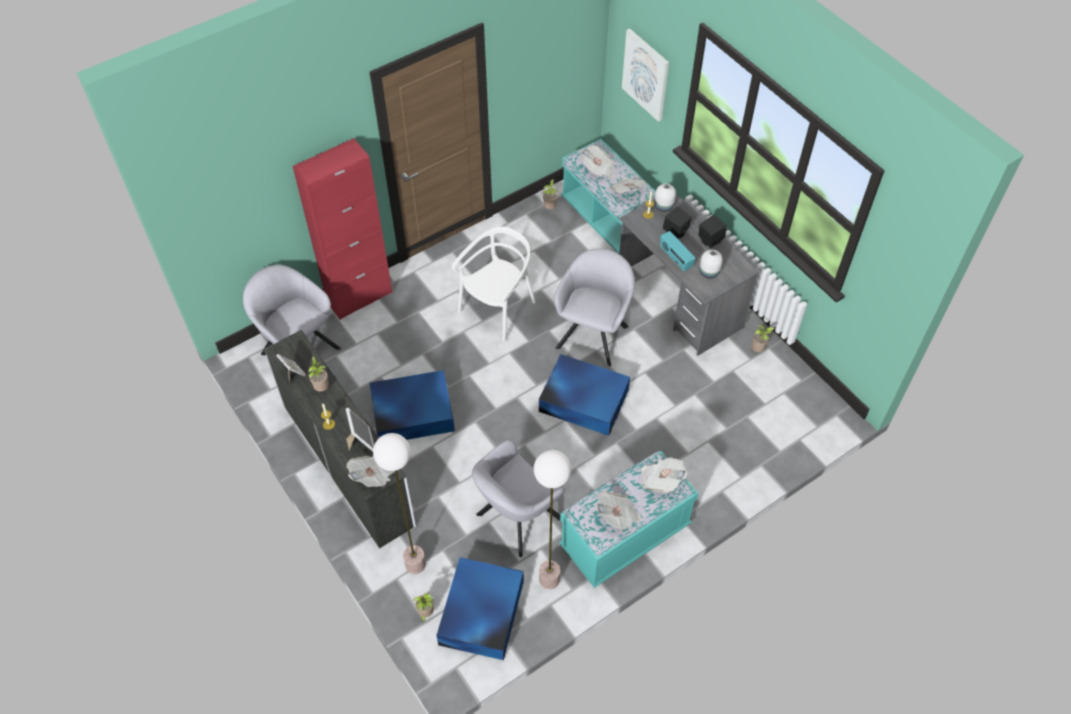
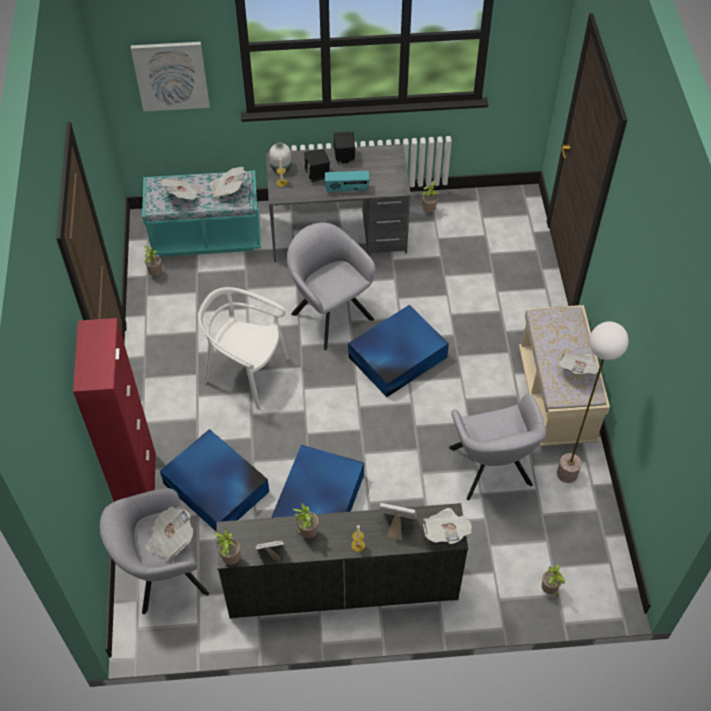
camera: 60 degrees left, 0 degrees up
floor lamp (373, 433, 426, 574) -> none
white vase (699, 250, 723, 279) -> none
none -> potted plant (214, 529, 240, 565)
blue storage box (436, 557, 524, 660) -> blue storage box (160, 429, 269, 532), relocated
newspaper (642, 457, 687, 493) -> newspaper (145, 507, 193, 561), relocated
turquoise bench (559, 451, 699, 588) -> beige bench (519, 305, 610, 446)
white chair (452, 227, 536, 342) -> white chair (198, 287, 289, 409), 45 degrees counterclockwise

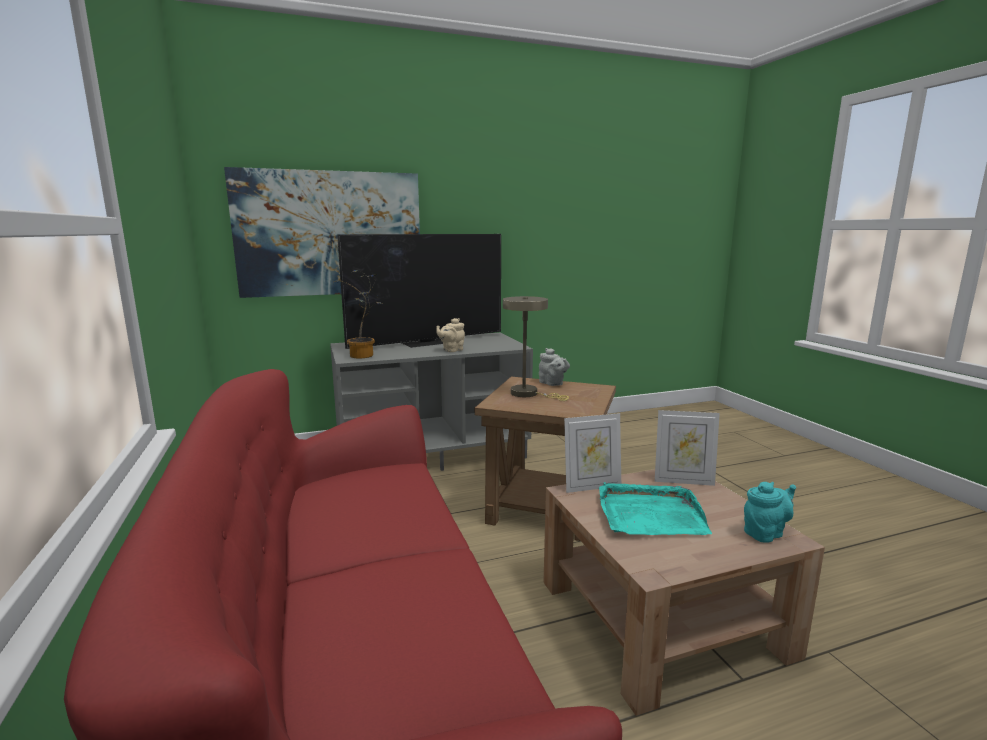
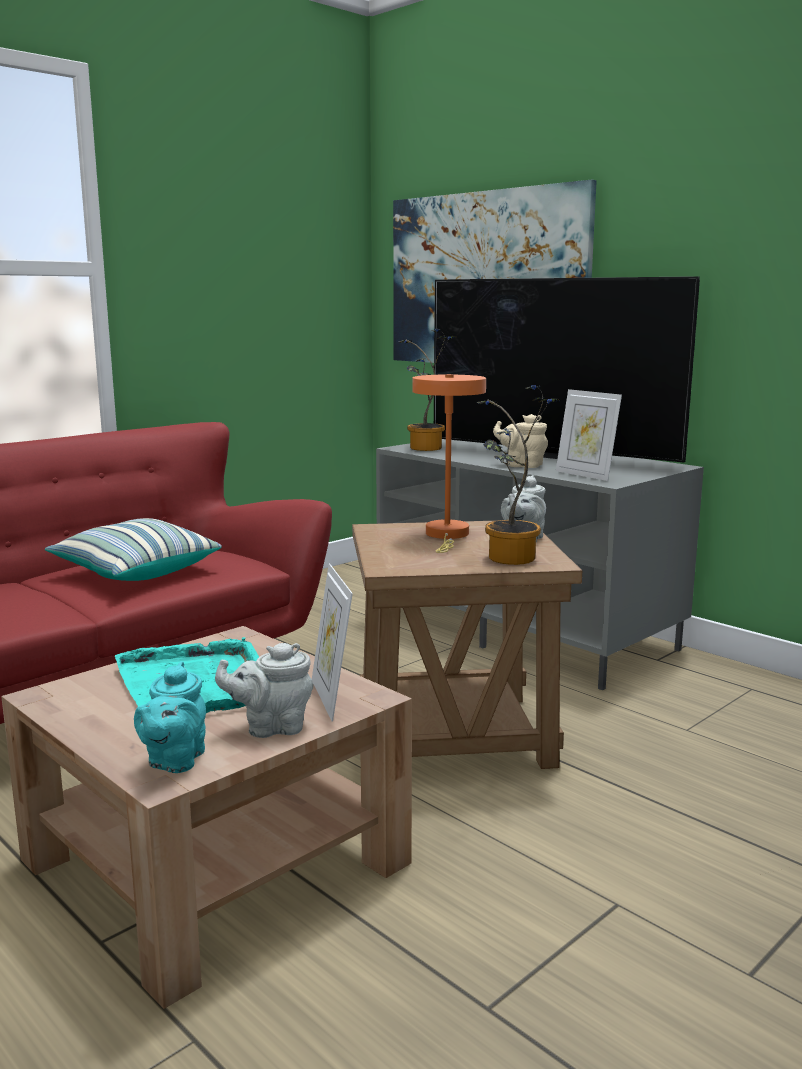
camera: 65 degrees right, 0 degrees up
none -> pillow (45, 518, 222, 581)
none -> grey teapot (215, 643, 314, 738)
none -> potted plant (476, 385, 561, 565)
picture frame (564, 413, 621, 493) -> picture frame (556, 389, 622, 481), relocated
beige table lamp (503, 296, 569, 401) -> orange table lamp (412, 374, 486, 553)
turquoise teapot (744, 482, 796, 543) -> turquoise teapot (134, 661, 206, 773), 60 degrees clockwise

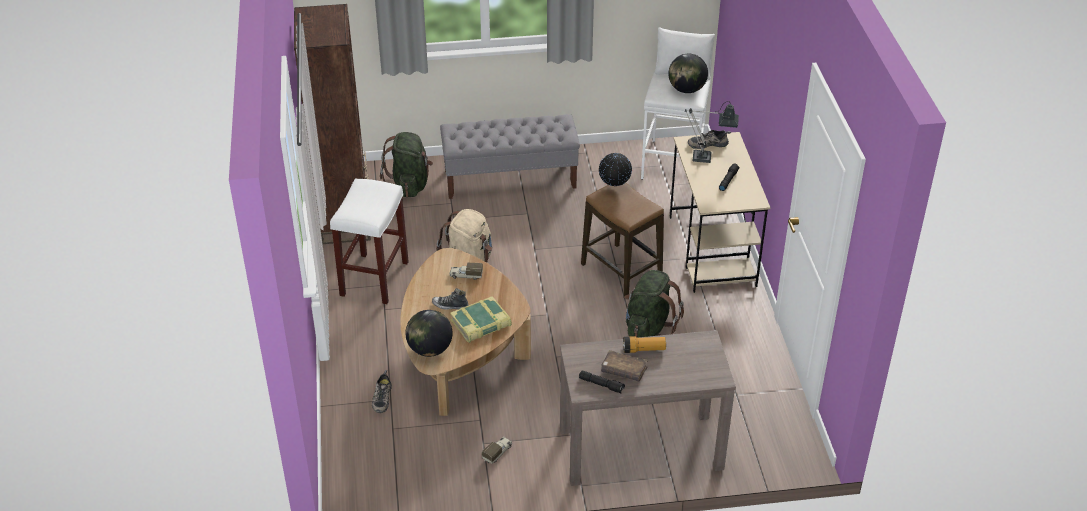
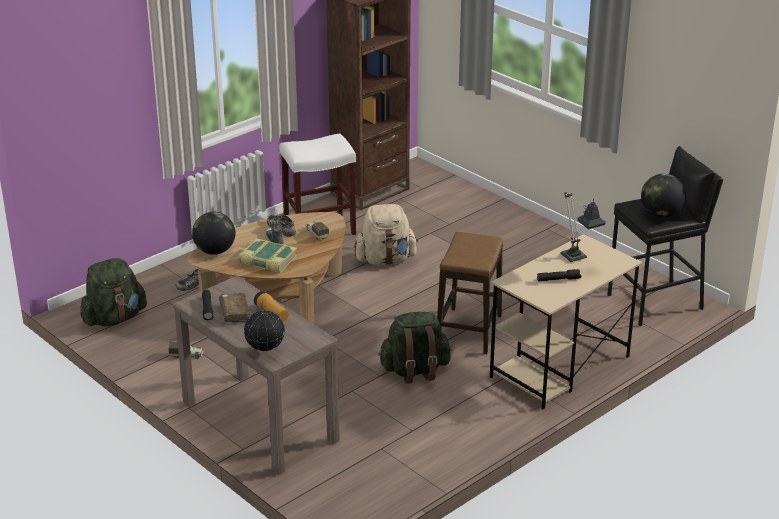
camera: 55 degrees right, 10 degrees down
grey bench (440, 114, 580, 199) -> none
green backpack (380, 132, 433, 198) -> green backpack (80, 258, 147, 326), relocated
globe (598, 153, 632, 186) -> globe (244, 309, 285, 352), relocated
shoe (688, 130, 731, 149) -> shoe (267, 214, 296, 237), relocated
white stool (641, 27, 715, 179) -> black stool (608, 146, 723, 326)

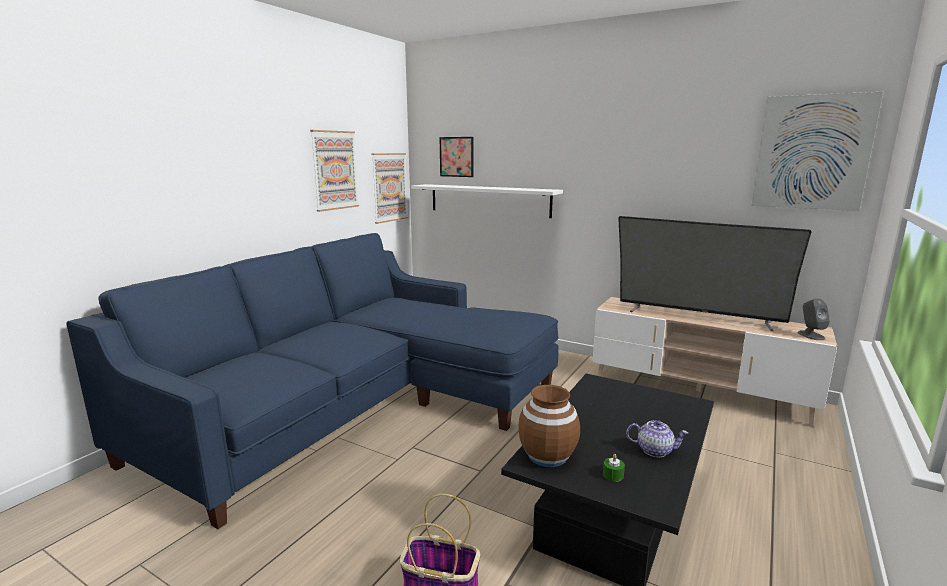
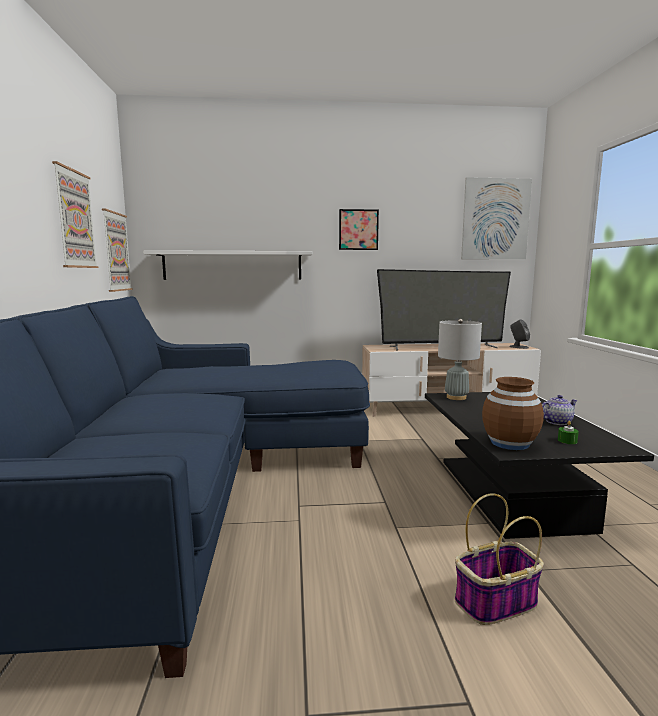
camera: 35 degrees left, 5 degrees down
none -> grey table lamp (438, 319, 482, 400)
picture (440, 137, 474, 177) -> picture (339, 209, 379, 250), relocated

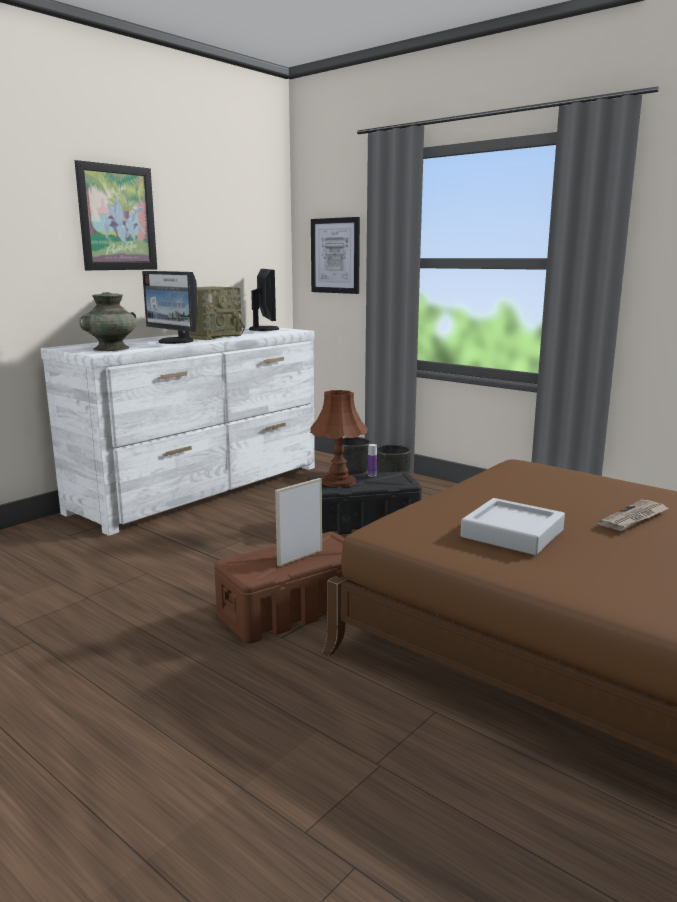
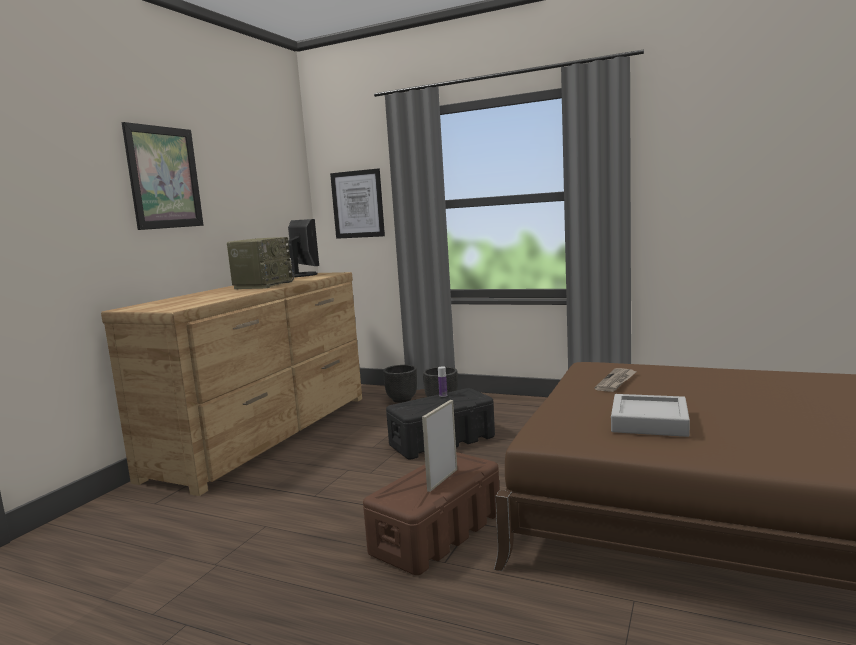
camera: 15 degrees left, 5 degrees down
turquoise vase (79, 292, 137, 351) -> none
monitor (142, 271, 198, 344) -> none
brown table lamp (310, 390, 368, 487) -> none
newspaper (598, 499, 669, 531) -> newspaper (595, 368, 637, 392), relocated
white dresser (40, 327, 315, 536) -> brown dresser (101, 272, 362, 496)

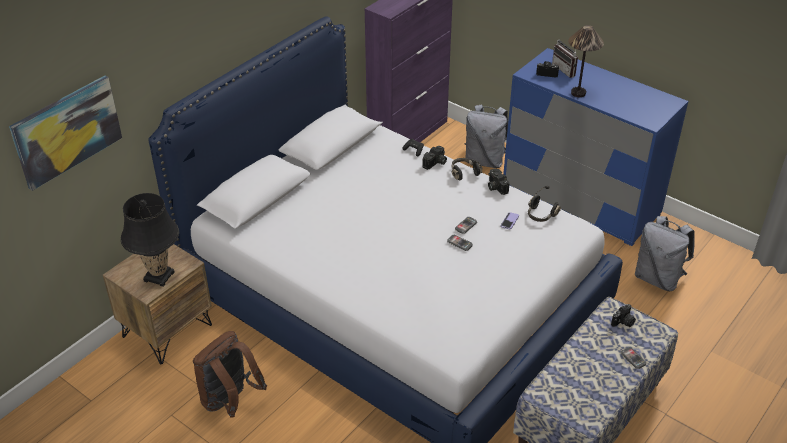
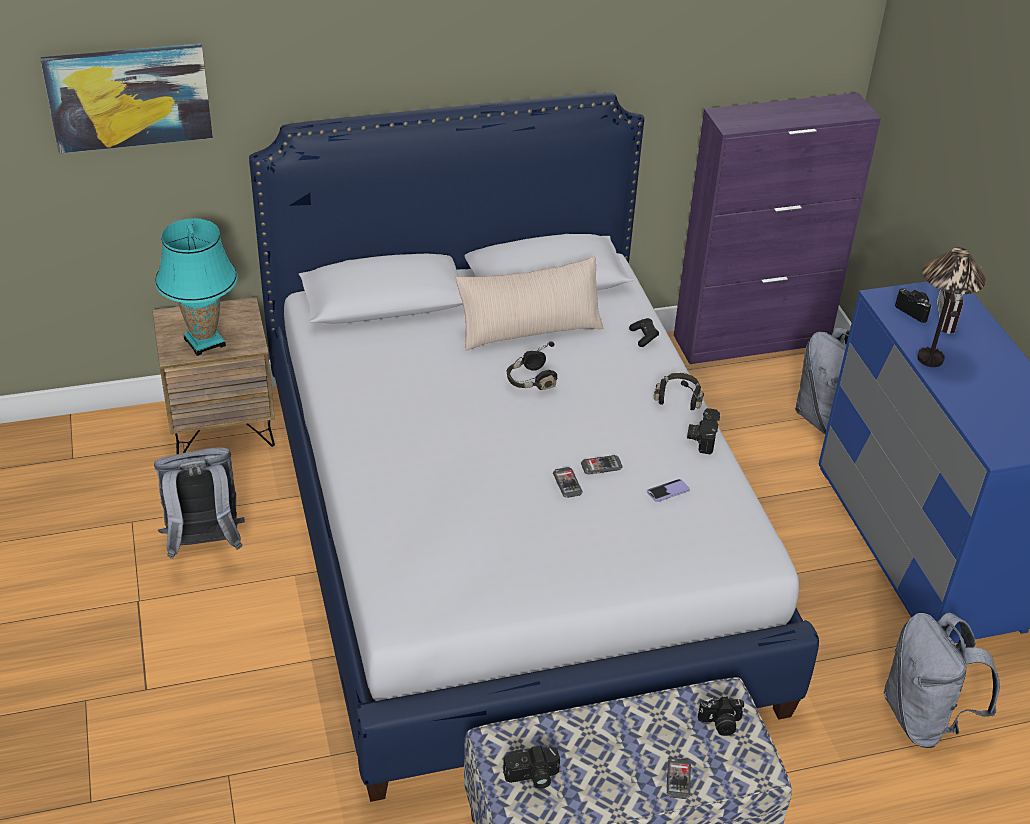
camera: 35 degrees right, 0 degrees up
none -> beige pillow (456, 257, 603, 351)
photo camera (422, 146, 447, 170) -> photo camera (503, 746, 560, 789), relocated
black headphones (528, 186, 561, 222) -> black headphones (506, 342, 557, 390), relocated
black table lamp (121, 193, 179, 287) -> turquoise table lamp (155, 218, 238, 356)
brown backpack (193, 331, 267, 417) -> grey backpack (154, 447, 245, 559)

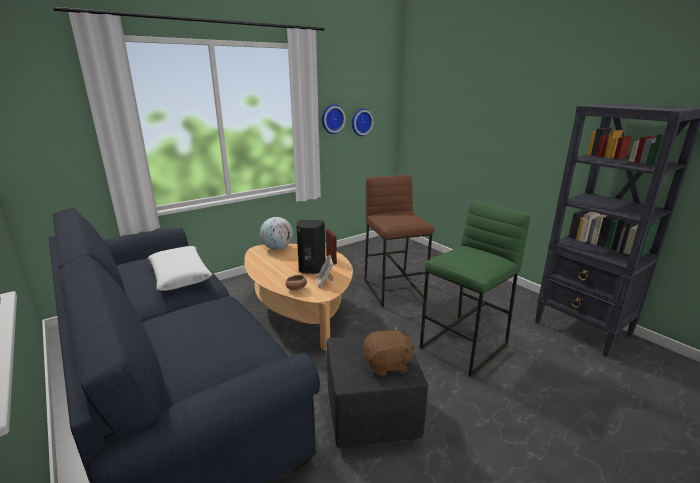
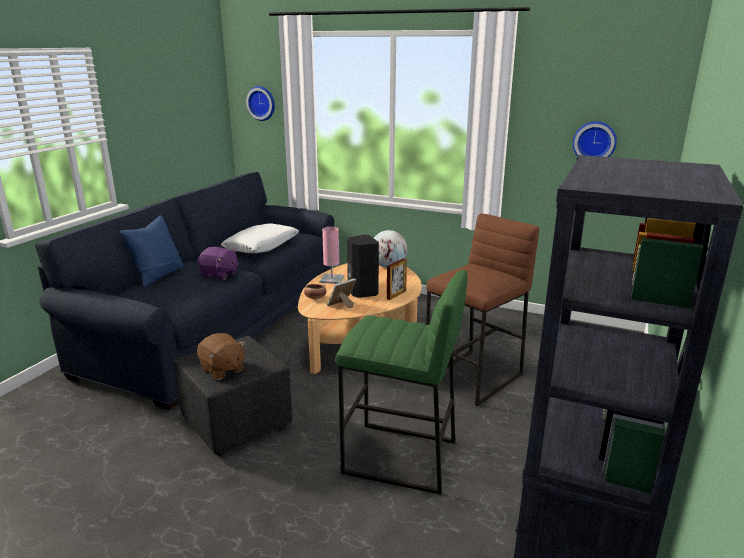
camera: 60 degrees right, 0 degrees up
none -> blue pillow (120, 215, 184, 287)
none -> purple plush toy (198, 247, 238, 280)
none -> pink table lamp (319, 227, 344, 284)
wall clock (322, 104, 346, 134) -> wall clock (246, 86, 275, 121), relocated

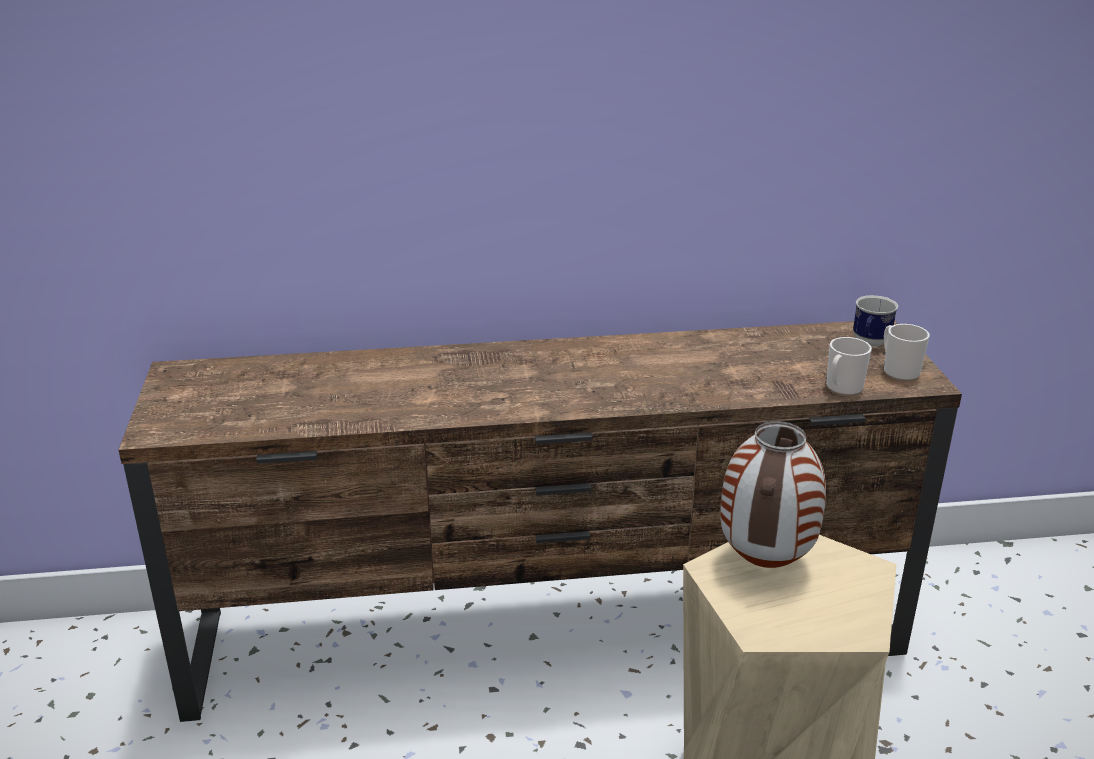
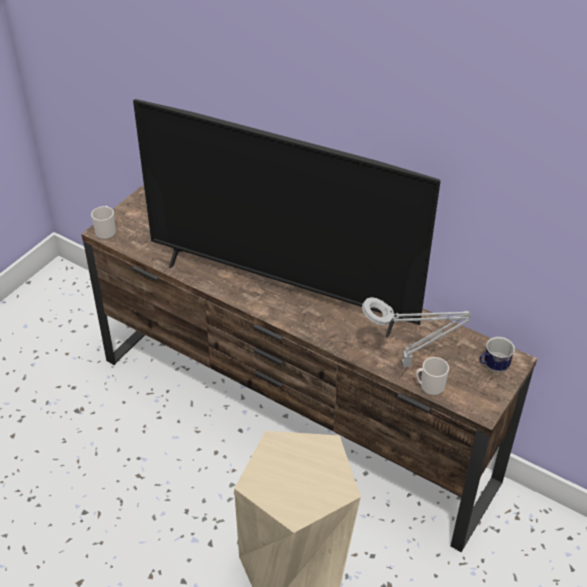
camera: 40 degrees right, 15 degrees up
vase (720, 421, 826, 568) -> none
none -> television (133, 99, 440, 338)
none -> grey table lamp (362, 297, 472, 367)
mug (884, 324, 930, 381) -> mug (91, 206, 116, 240), relocated

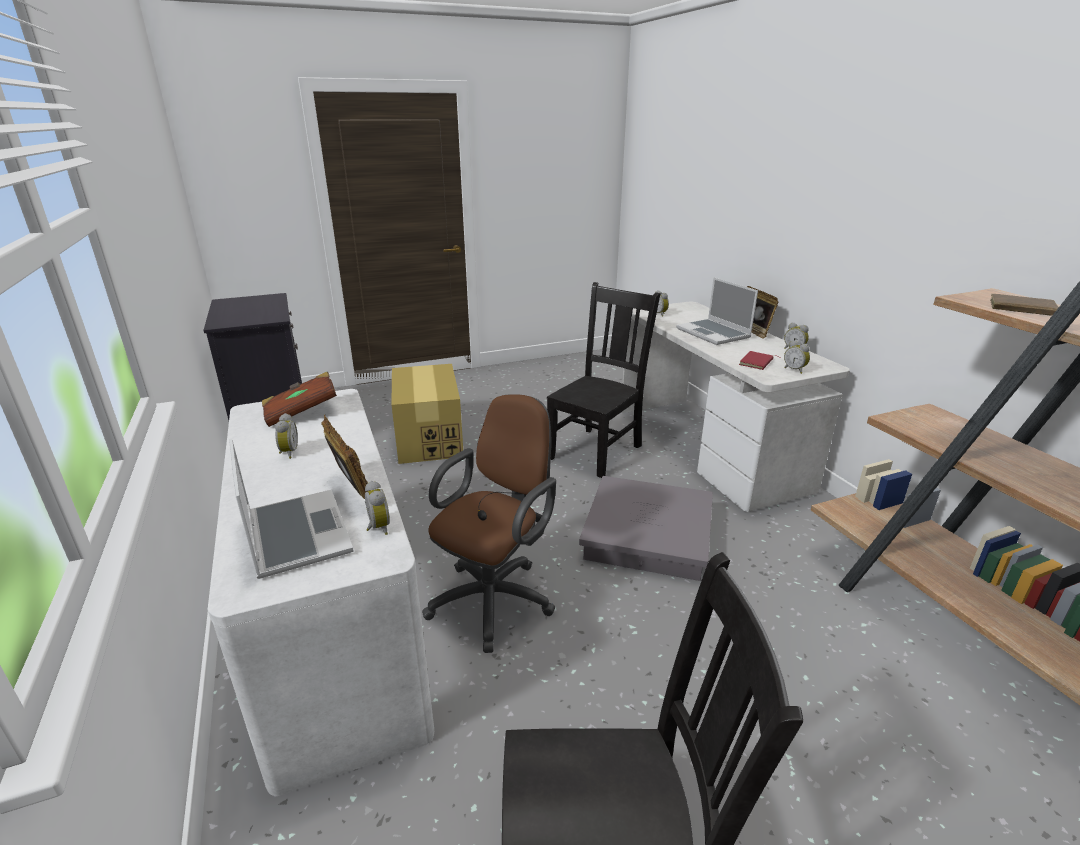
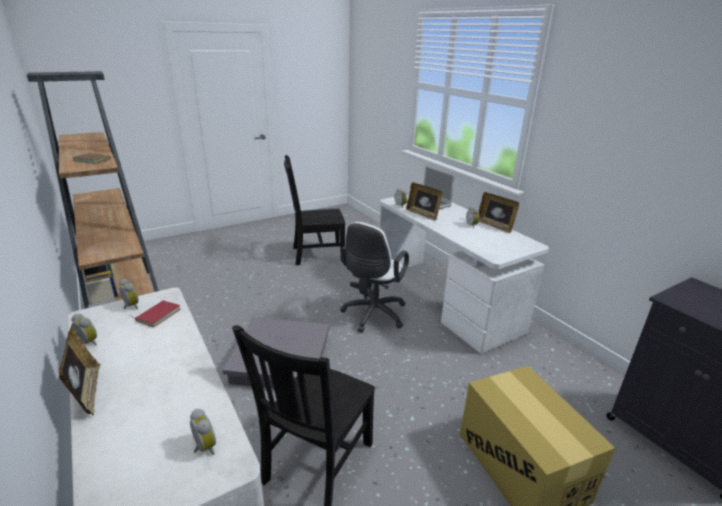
camera: 170 degrees right, 0 degrees up
brown book (262, 372, 337, 427) -> none
laptop (676, 277, 758, 345) -> none
none -> picture frame (479, 192, 519, 233)
brown office chair (422, 394, 556, 653) -> white office chair (340, 222, 409, 333)

